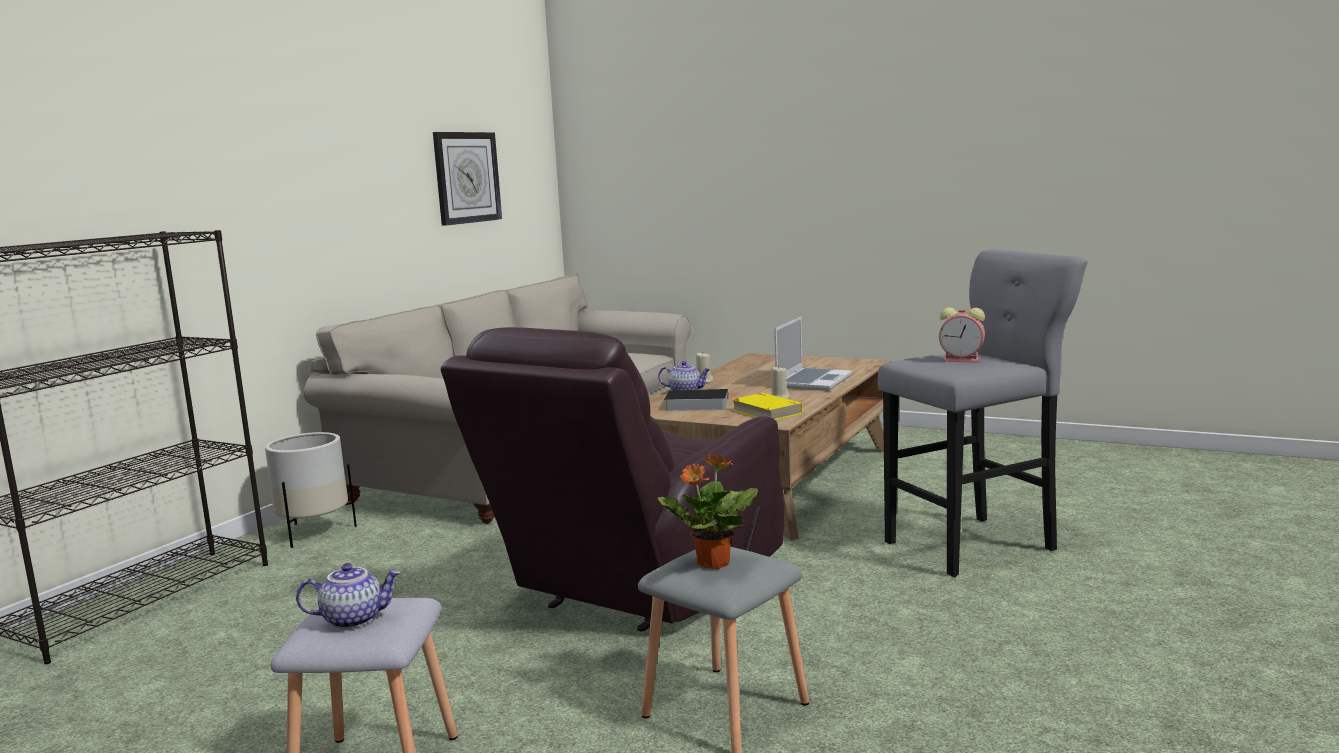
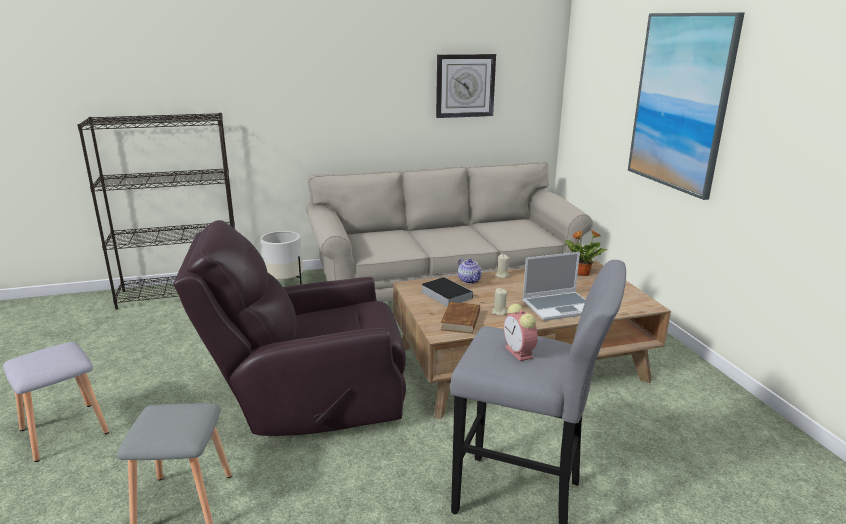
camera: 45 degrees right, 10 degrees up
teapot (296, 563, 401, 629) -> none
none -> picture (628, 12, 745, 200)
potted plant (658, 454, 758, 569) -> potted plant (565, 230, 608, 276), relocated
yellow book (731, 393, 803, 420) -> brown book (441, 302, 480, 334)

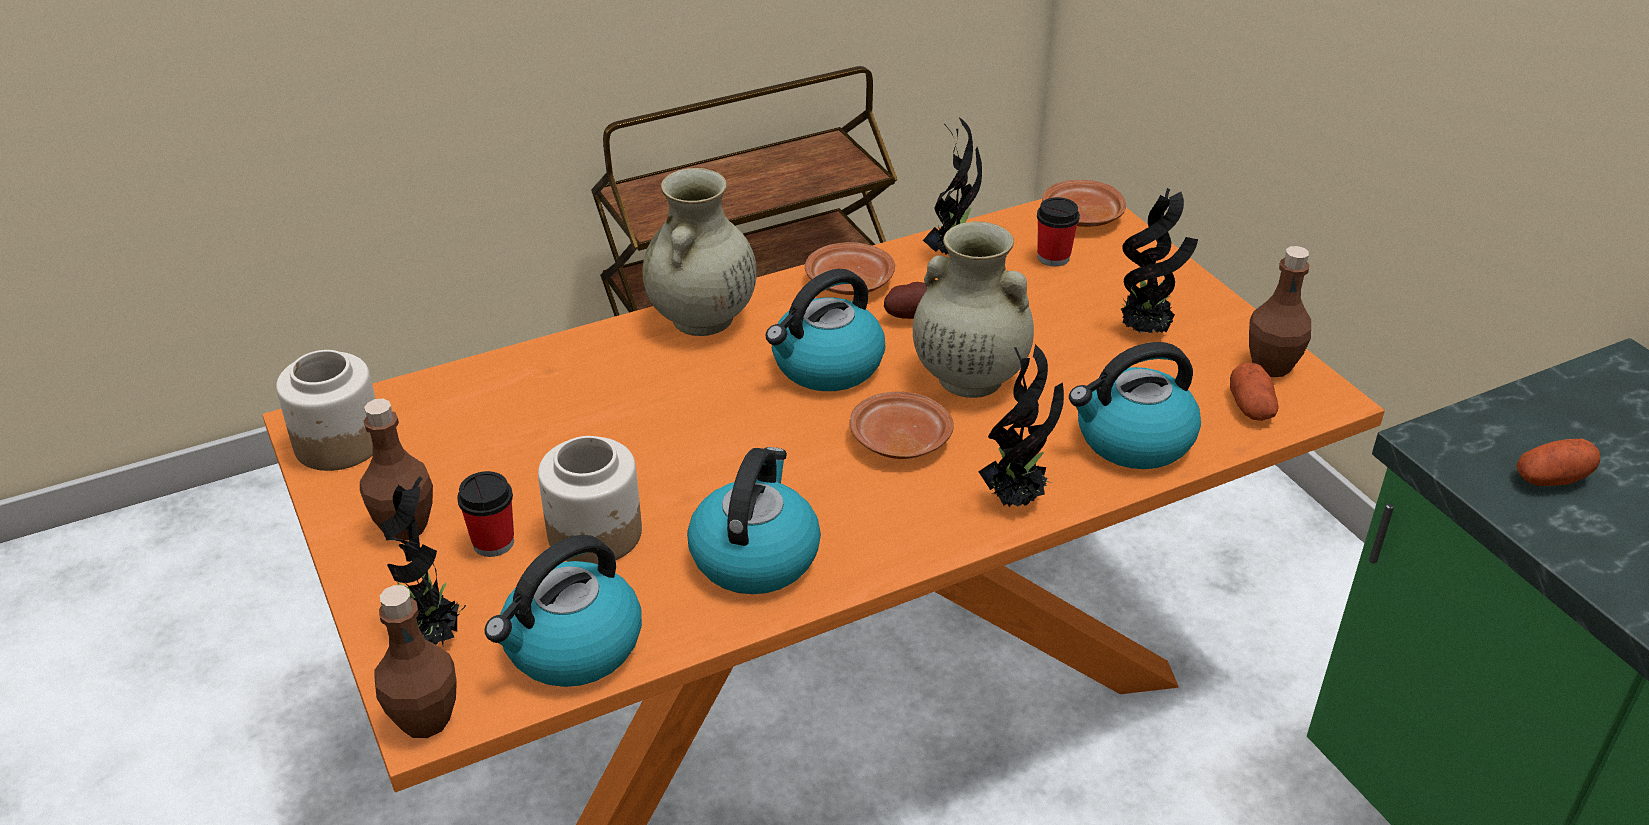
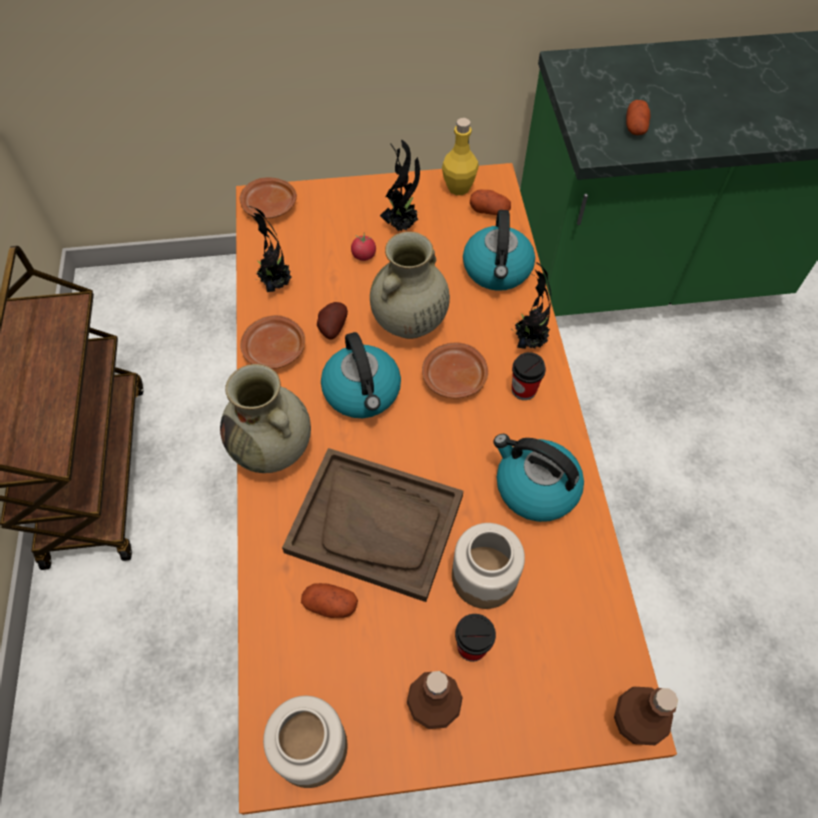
camera: 70 degrees left, 20 degrees up
potted plant (380, 477, 466, 645) -> none
kettle (485, 535, 642, 687) -> none
none -> brown tray (282, 448, 463, 602)
none -> potato (301, 583, 358, 618)
none -> tomato (351, 233, 376, 261)
cup (1037, 197, 1080, 266) -> cup (512, 352, 546, 400), relocated
brown bottle (1249, 246, 1311, 377) -> yellow bottle (442, 118, 479, 195)

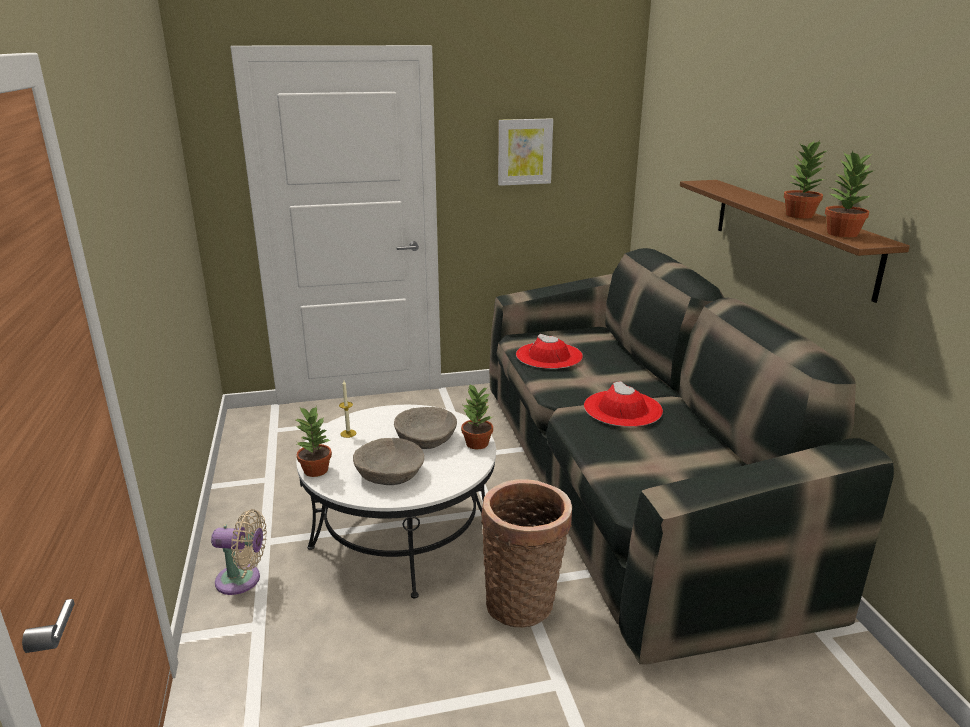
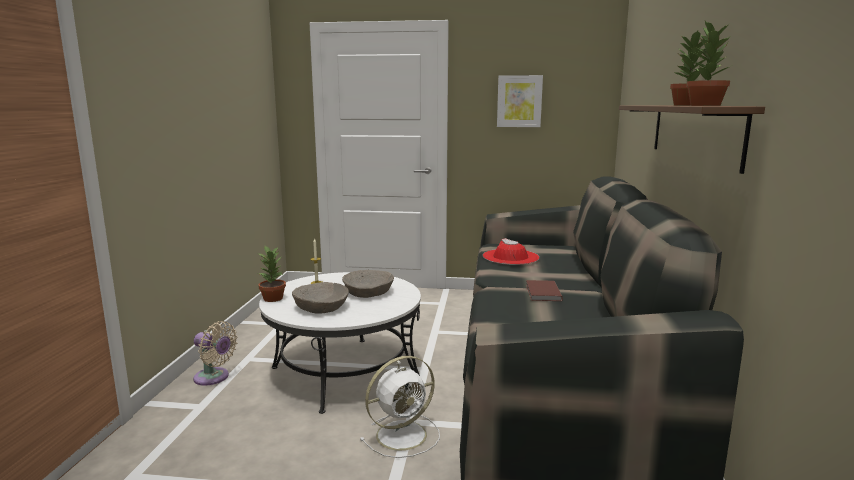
camera: 20 degrees right, 10 degrees down
potted plant (461, 384, 493, 449) -> none
basket (481, 479, 572, 628) -> white fan (360, 356, 440, 458)
red hat (584, 381, 663, 427) -> brown book (526, 280, 563, 301)

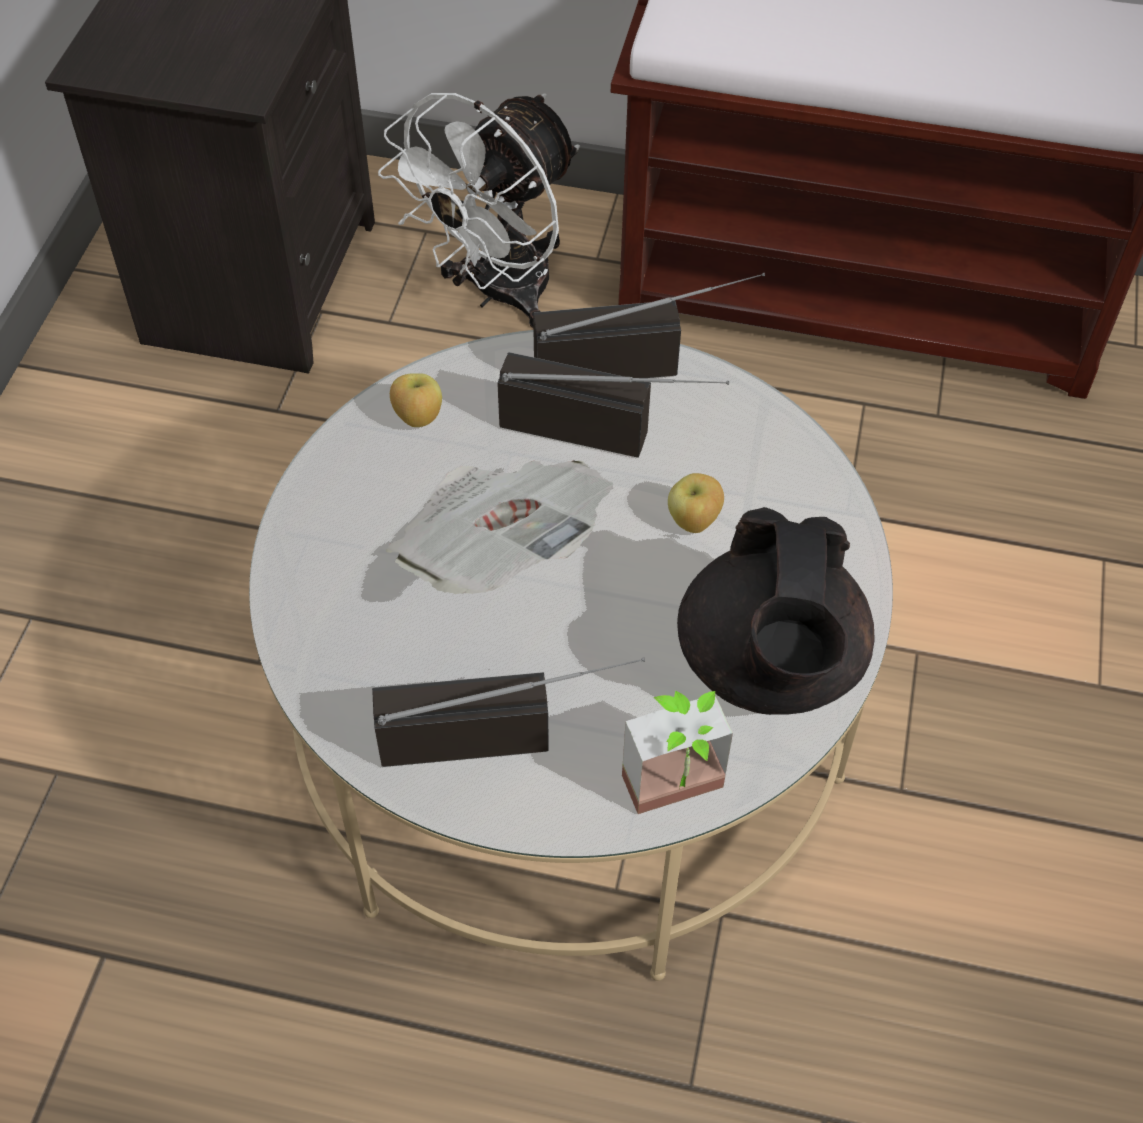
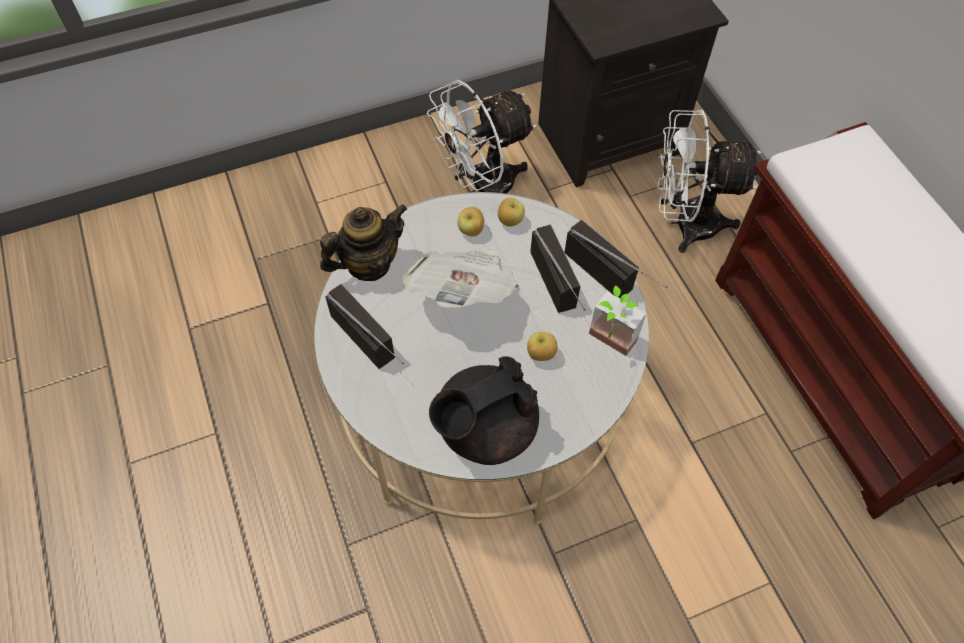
camera: 55 degrees right, 5 degrees up
none -> teapot (320, 205, 407, 281)
none -> white fan (427, 80, 537, 194)
none -> apple (457, 207, 484, 237)
potted plant (622, 690, 733, 814) -> potted plant (589, 285, 646, 356), relocated

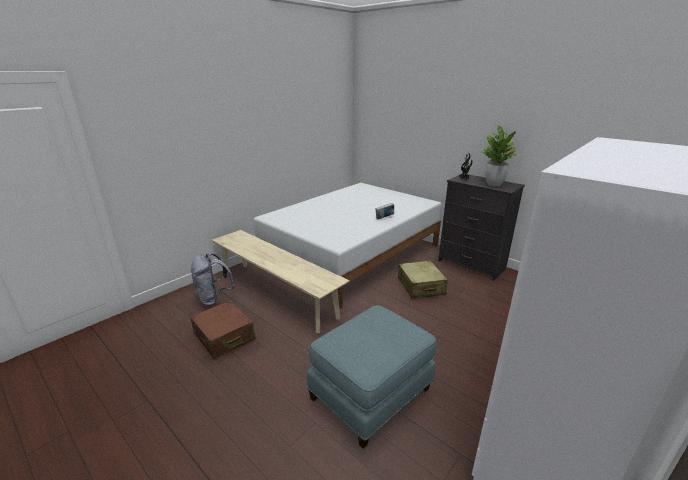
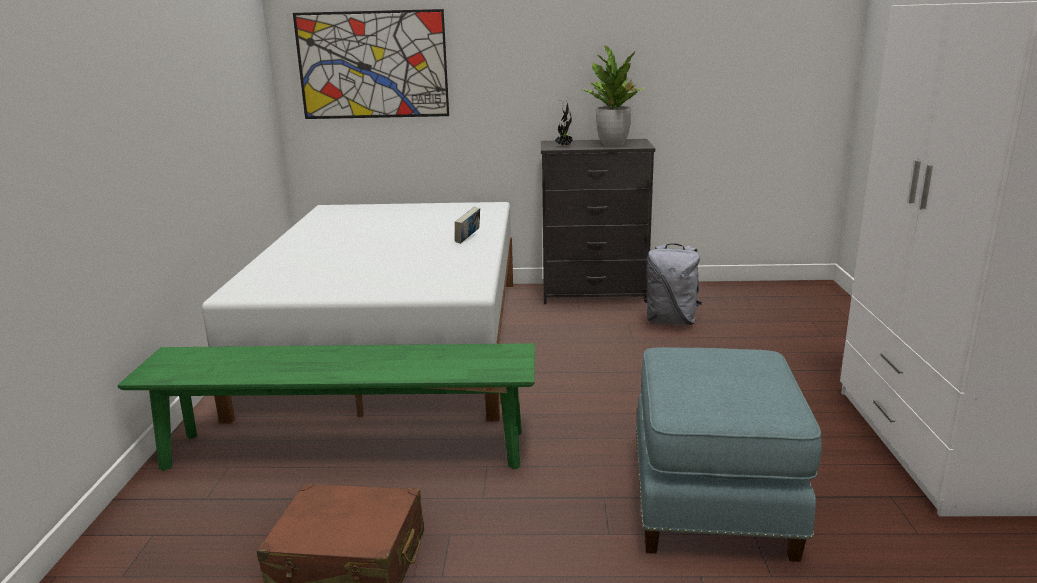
camera: 40 degrees left, 5 degrees down
beige suitcase (398, 261, 448, 299) -> none
none -> picture (293, 9, 449, 119)
grey backpack (191, 253, 235, 306) -> grey backpack (644, 243, 702, 325), relocated
beige bench (212, 230, 350, 333) -> green bench (117, 343, 535, 471)

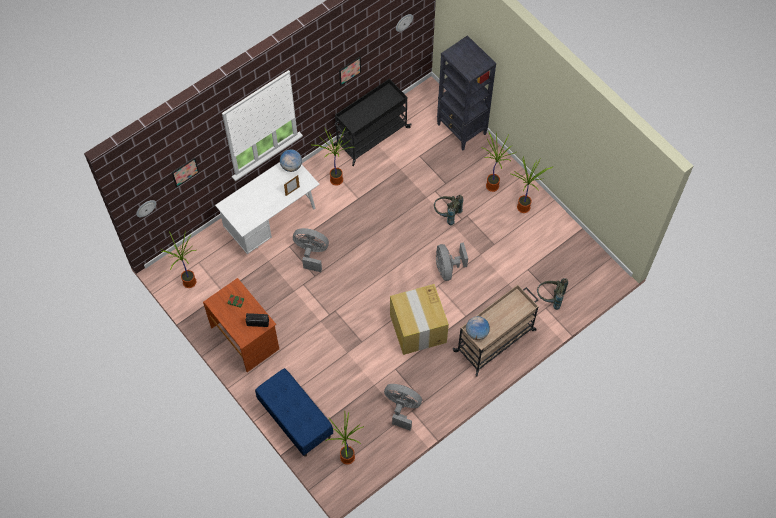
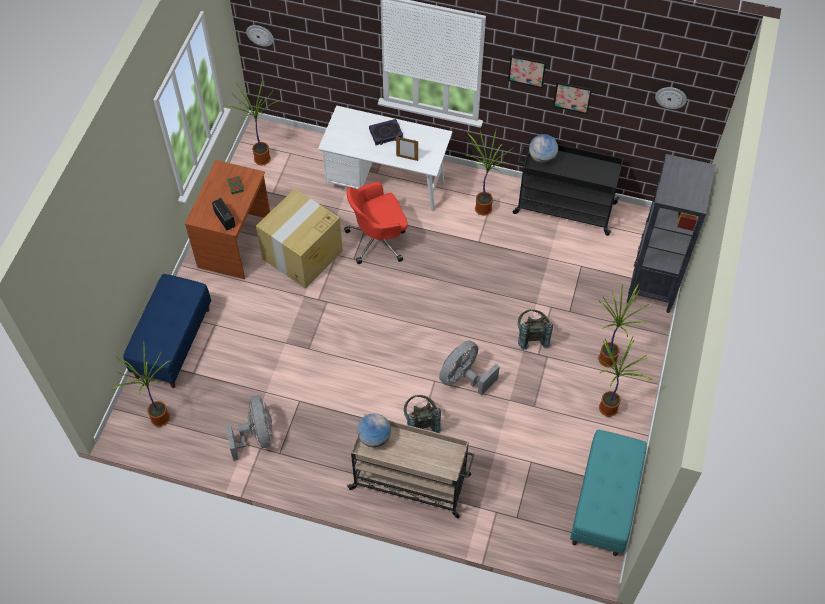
camera: 55 degrees right, 5 degrees down
none -> book (369, 119, 403, 145)
none -> turquoise bench (570, 430, 647, 556)
picture (172, 158, 199, 187) -> picture (508, 55, 546, 88), relocated
globe (280, 150, 302, 172) -> globe (529, 134, 558, 163), relocated
cardboard box (390, 284, 449, 355) -> cardboard box (256, 189, 343, 289), relocated
grey backpack (537, 278, 568, 310) -> grey backpack (404, 395, 442, 433), relocated
grey fan (293, 228, 329, 272) -> red office chair (344, 182, 408, 264)

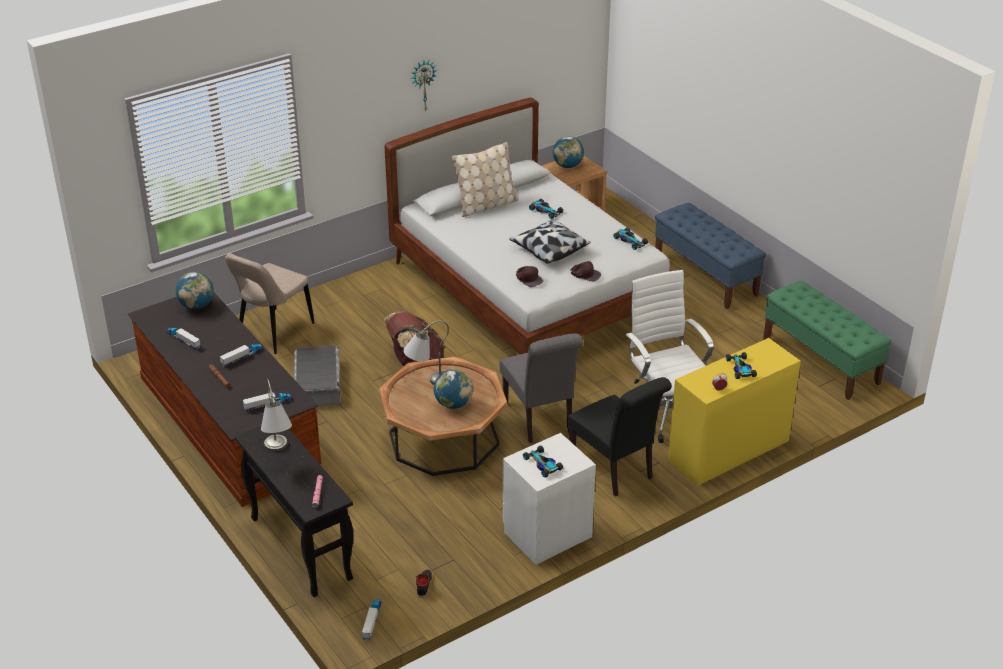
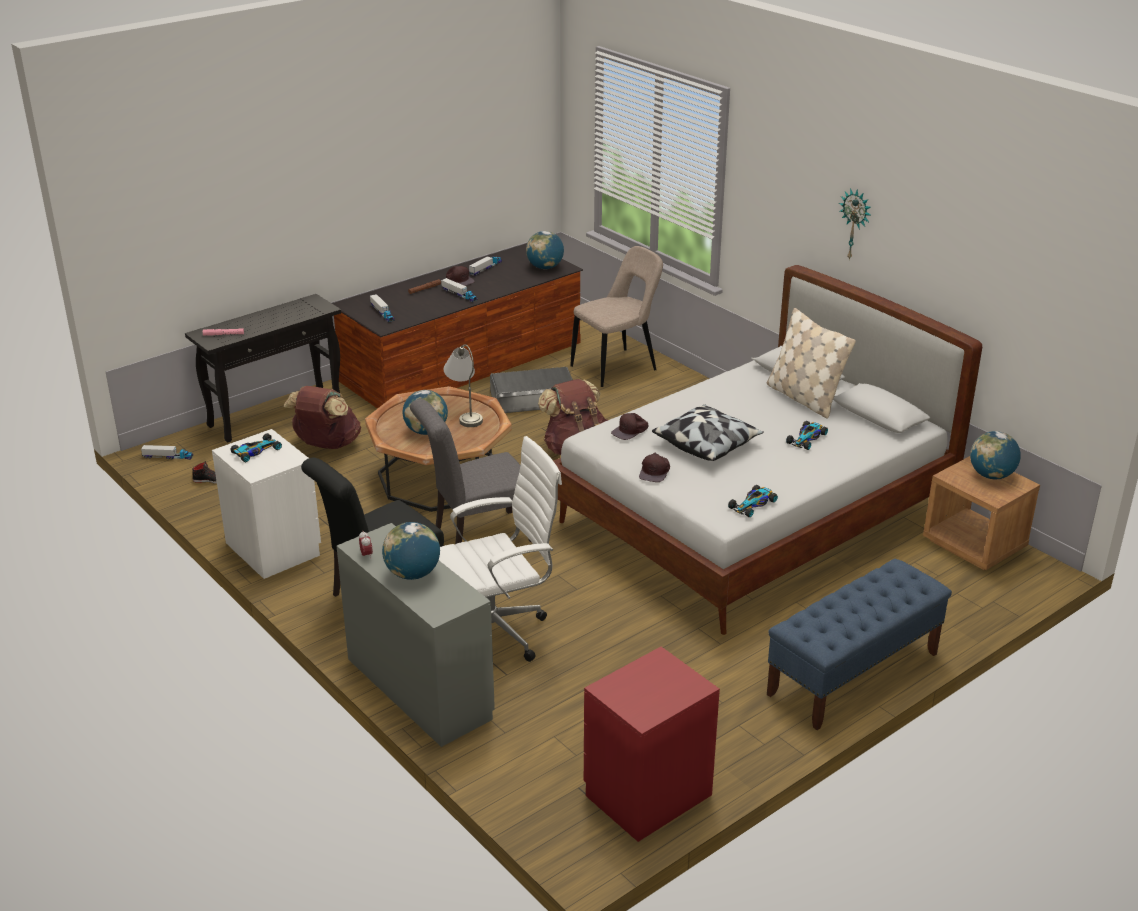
camera: 85 degrees right, 5 degrees down
grey table lamp (261, 379, 292, 452) -> none
none -> brown backpack (283, 386, 361, 449)
none -> brown cap (446, 266, 475, 286)
toy car (726, 352, 757, 379) -> globe (382, 522, 440, 580)
green bench (763, 280, 892, 400) -> red nightstand (584, 647, 720, 842)
yellow desk (668, 338, 801, 486) -> grey desk (337, 523, 495, 747)
beige chair (225, 253, 314, 354) -> beige chair (570, 246, 663, 387), 120 degrees clockwise

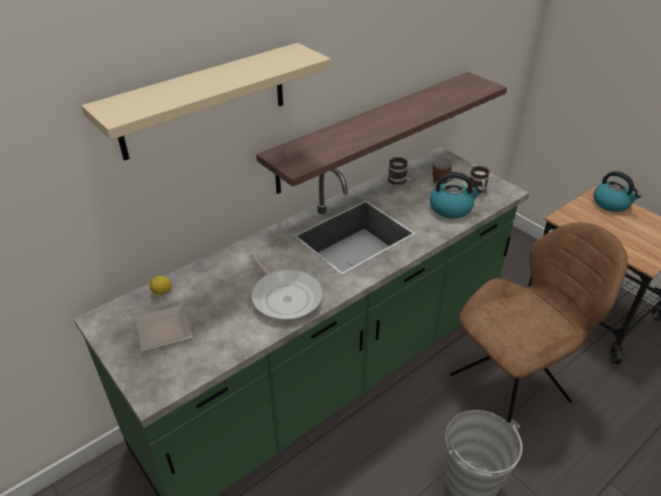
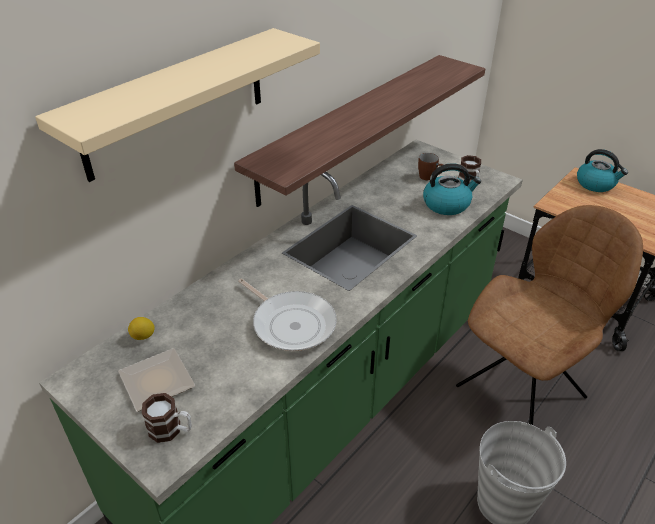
camera: 10 degrees left, 0 degrees up
mug (388, 158, 416, 185) -> mug (142, 393, 192, 443), relocated

